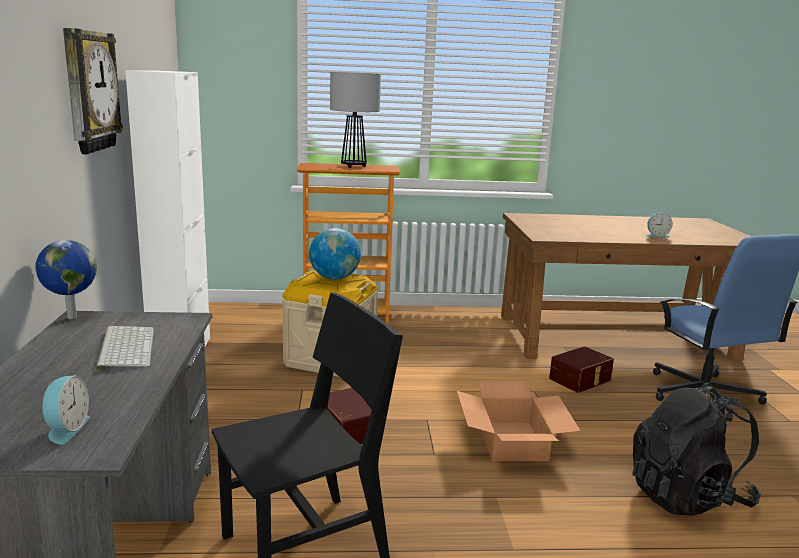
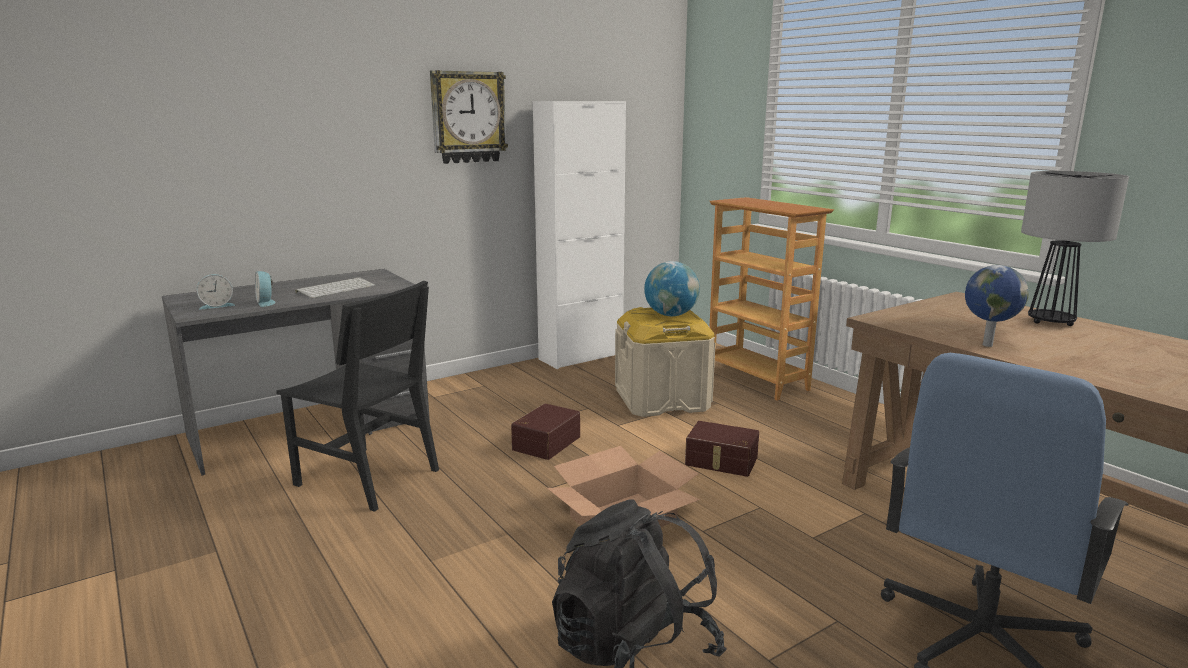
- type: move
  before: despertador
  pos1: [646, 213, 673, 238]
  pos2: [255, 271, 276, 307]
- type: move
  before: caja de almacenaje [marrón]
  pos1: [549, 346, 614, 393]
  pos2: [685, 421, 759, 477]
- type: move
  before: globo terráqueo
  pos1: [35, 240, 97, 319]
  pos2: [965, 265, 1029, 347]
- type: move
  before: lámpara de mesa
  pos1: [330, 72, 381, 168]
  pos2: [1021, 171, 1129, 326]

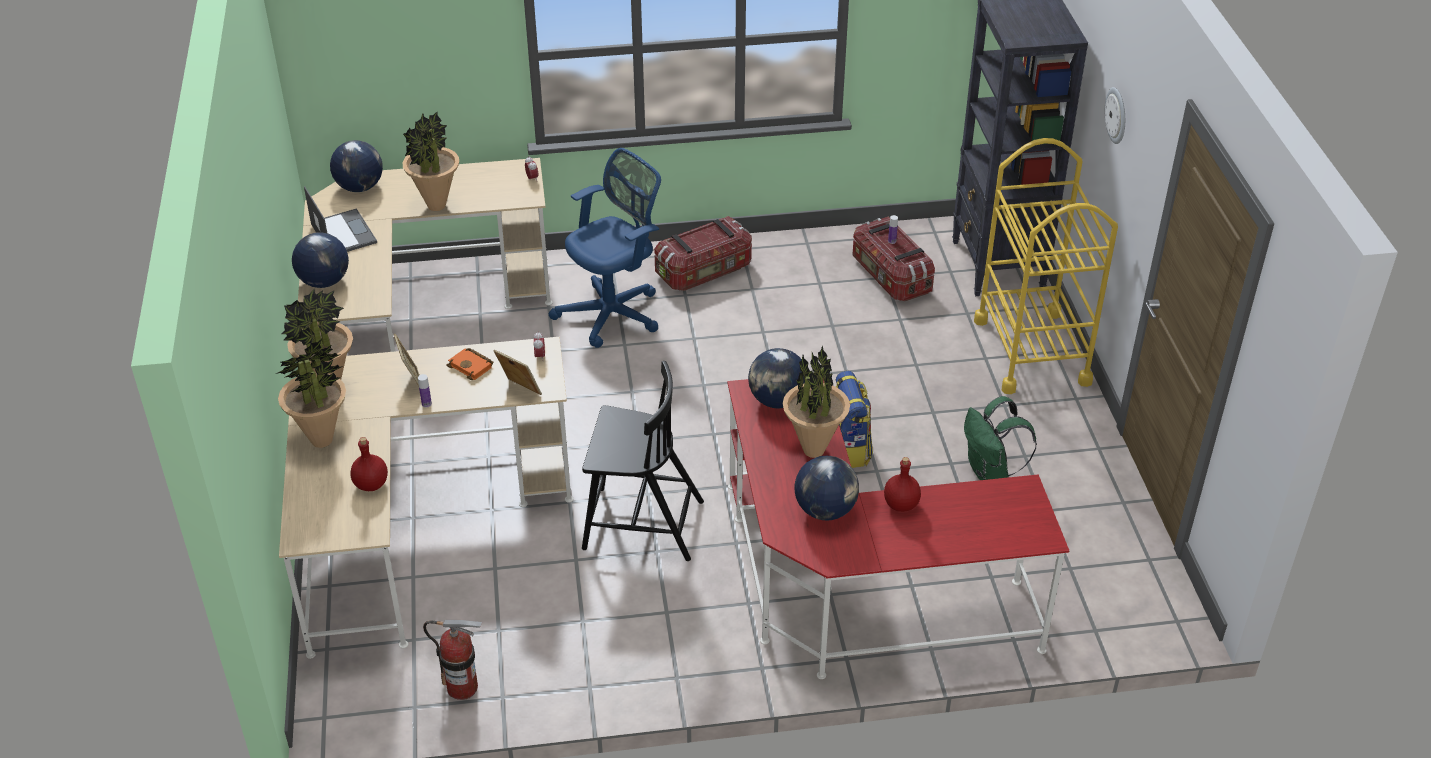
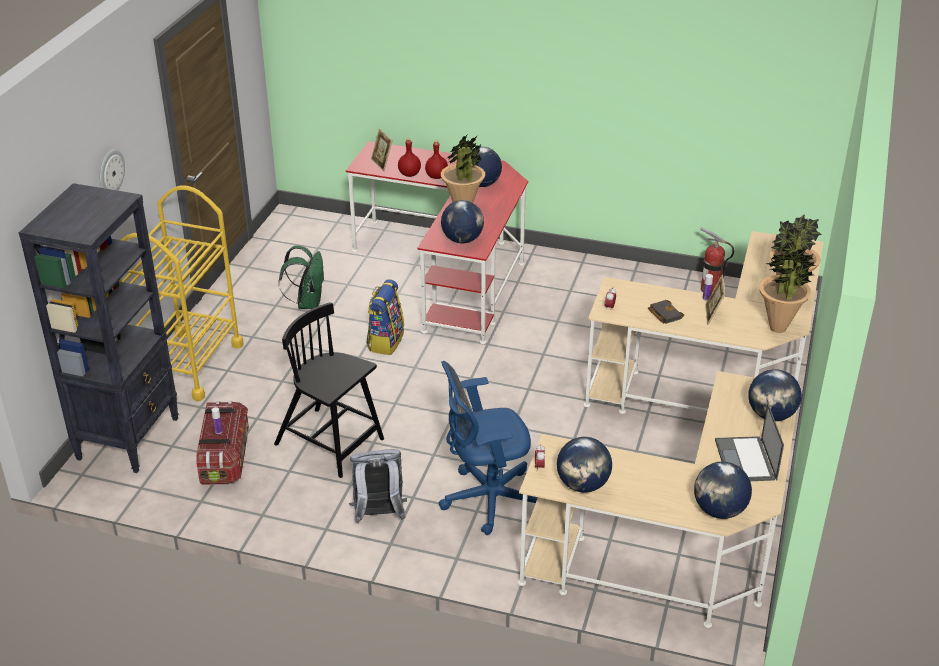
- type: move
  before: silla [negro]
  pos1: [582, 361, 704, 561]
  pos2: [274, 302, 384, 478]
- type: replace
  before: caja de almacenaje
  after: mochila [gris]
  pos1: [654, 216, 752, 291]
  pos2: [349, 449, 407, 523]
- type: move
  before: portarretratos
  pos1: [494, 350, 542, 395]
  pos2: [371, 129, 393, 171]
- type: move
  before: botella [rojo]
  pos1: [350, 437, 388, 491]
  pos2: [398, 138, 421, 177]
- type: insert
  after: globo terráqueo
  pos2: [557, 437, 612, 492]
- type: recolor
  before: libro [naranja]
  after: libro [negro]
  pos1: [446, 348, 493, 380]
  pos2: [648, 300, 684, 324]
- type: delete
  before: planta en maceta
  pos1: [402, 111, 459, 211]

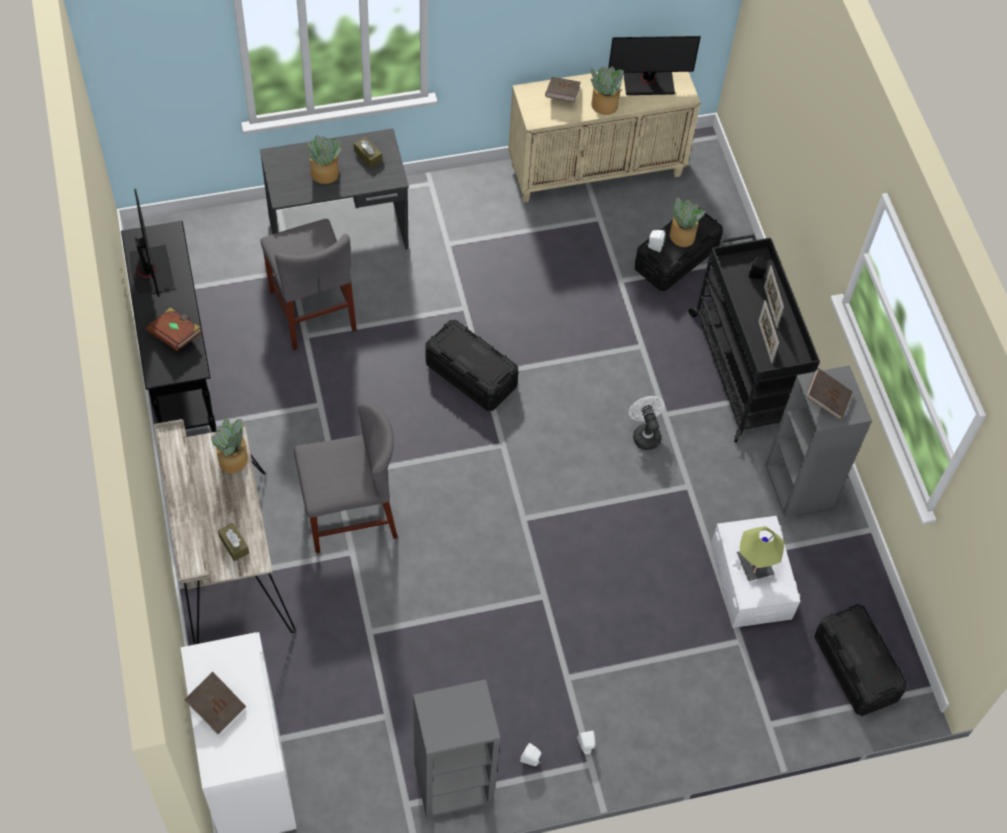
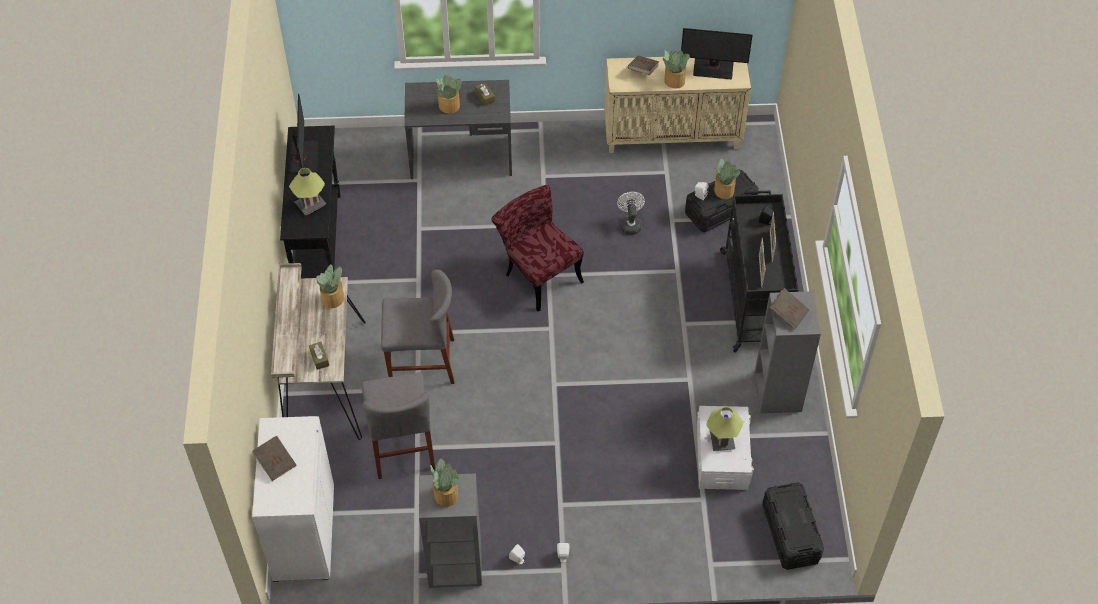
- type: replace
  before: libro [marrón]
  after: lámpara de mesa
  pos1: [146, 307, 202, 351]
  pos2: [289, 168, 326, 215]
- type: move
  before: silla [gris]
  pos1: [260, 219, 357, 350]
  pos2: [362, 372, 435, 479]
- type: insert
  after: planta en maceta
  pos2: [430, 458, 460, 507]
- type: replace
  before: caja de almacenaje [negro]
  after: silla [rojo]
  pos1: [425, 320, 519, 411]
  pos2: [491, 185, 584, 312]
- type: move
  before: ventilador [blanco]
  pos1: [629, 396, 665, 450]
  pos2: [617, 192, 645, 235]

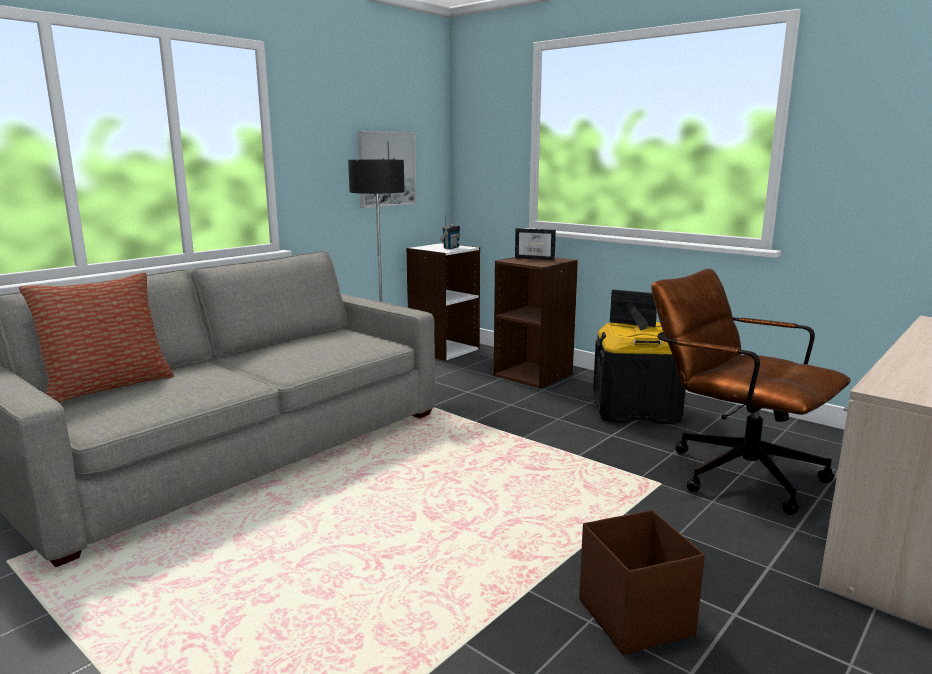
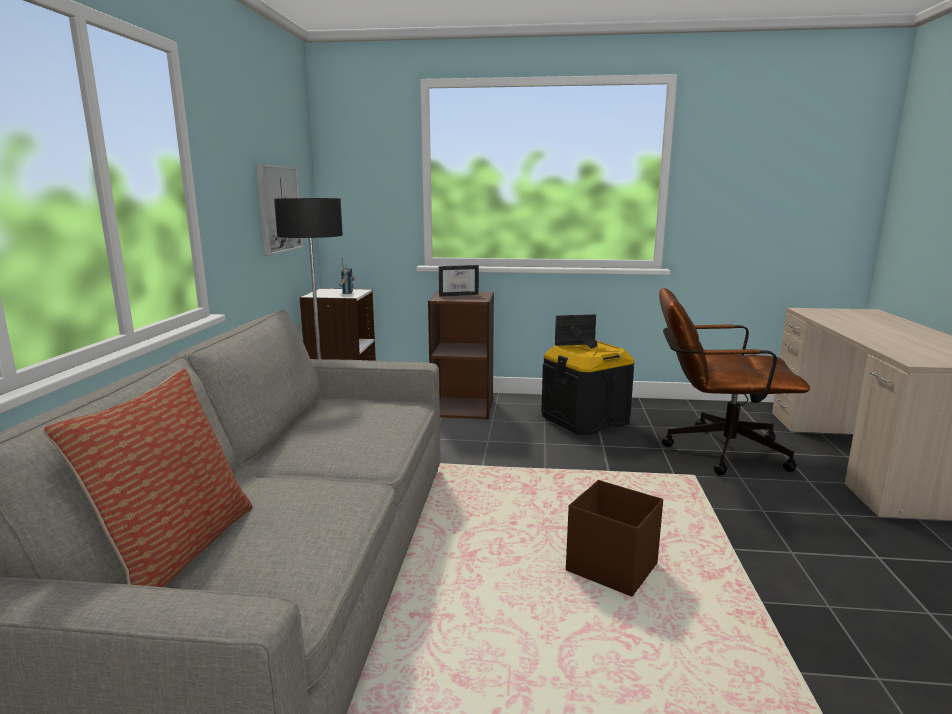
- type: move
  before: caja de almacenaje [marrón]
  pos1: [579, 510, 705, 655]
  pos2: [566, 480, 663, 597]

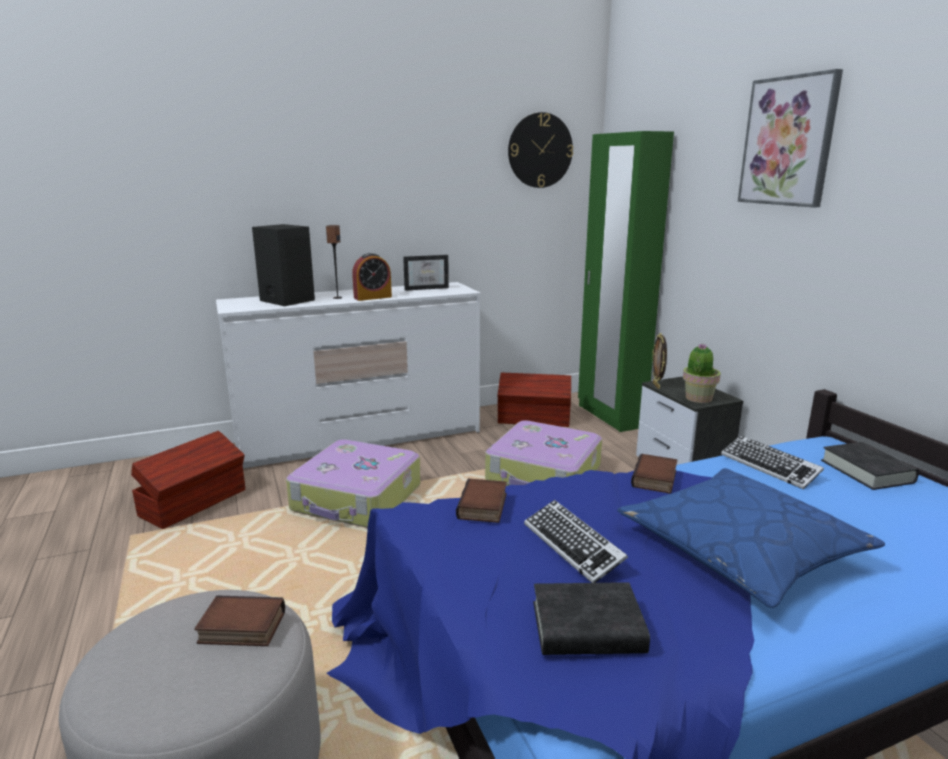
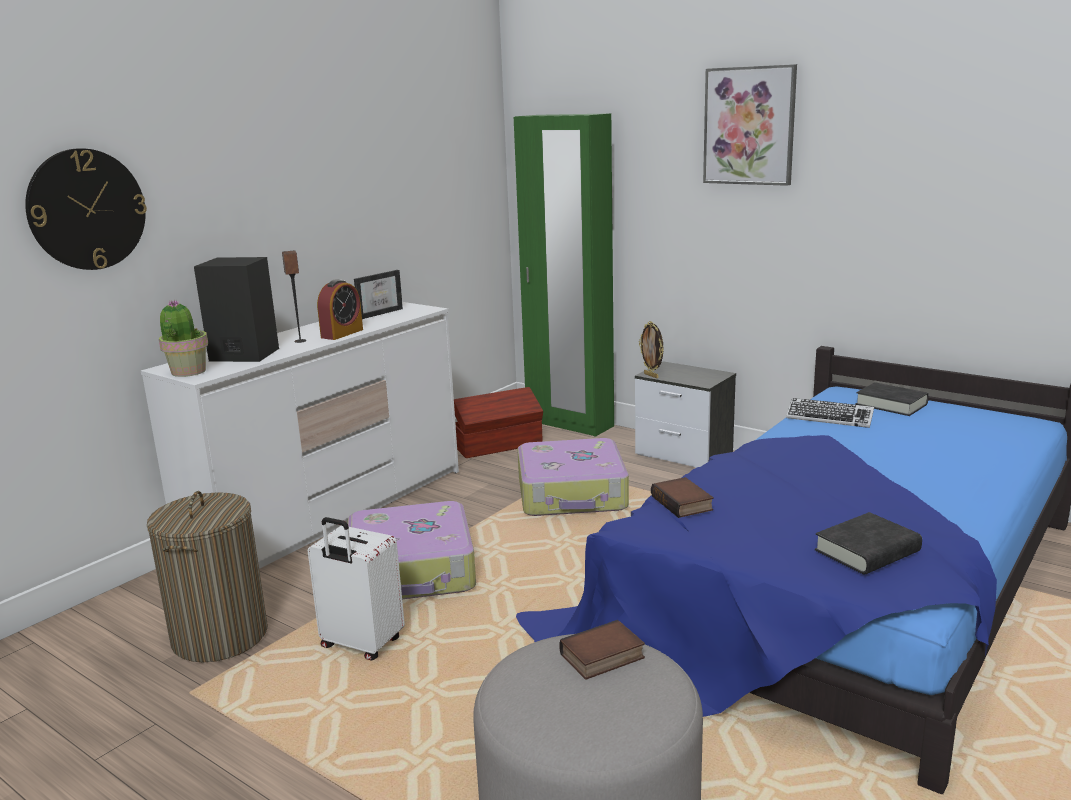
- type: move
  before: reloj de pared
  pos1: [508, 112, 573, 188]
  pos2: [25, 148, 147, 270]
- type: replace
  before: caja de almacenaje [marrón]
  after: cesto de la ropa
  pos1: [131, 431, 245, 529]
  pos2: [147, 491, 268, 662]
- type: move
  before: planta en maceta
  pos1: [683, 343, 721, 403]
  pos2: [159, 299, 208, 377]
- type: insert
  after: maleta [blanco]
  pos2: [308, 517, 405, 661]
- type: delete
  before: teclado
  pos1: [524, 500, 628, 583]
- type: delete
  before: cojín [azul]
  pos1: [617, 468, 885, 608]
- type: delete
  before: libro
  pos1: [631, 454, 677, 494]

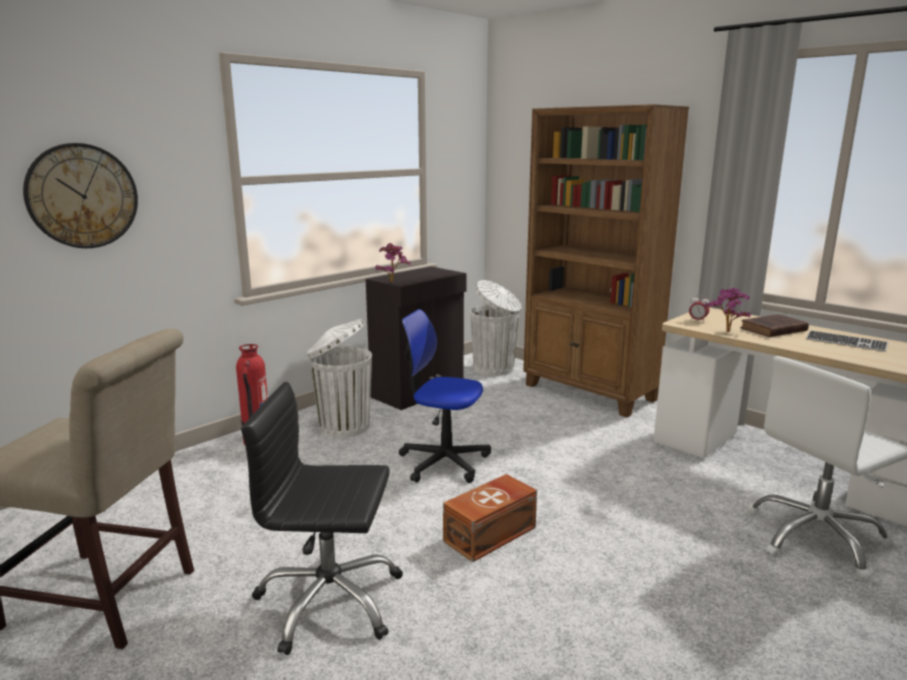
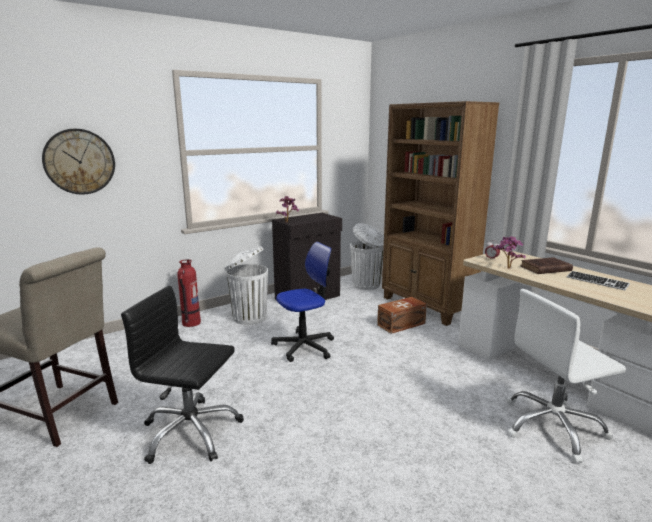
- type: rotate
  before: silla de oficina
  pos1: [399, 309, 491, 483]
  pos2: [271, 242, 334, 362]
  turn: 120
- type: move
  before: caja de almacenaje [marrón]
  pos1: [443, 474, 537, 562]
  pos2: [377, 297, 427, 334]

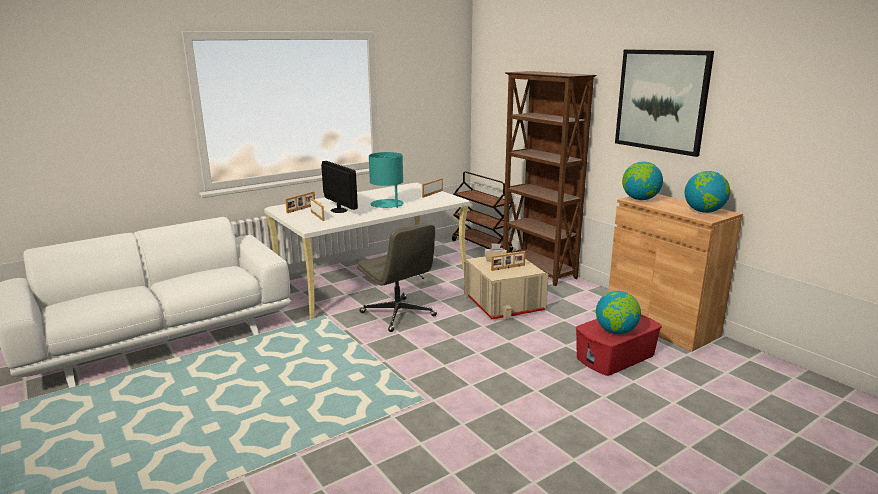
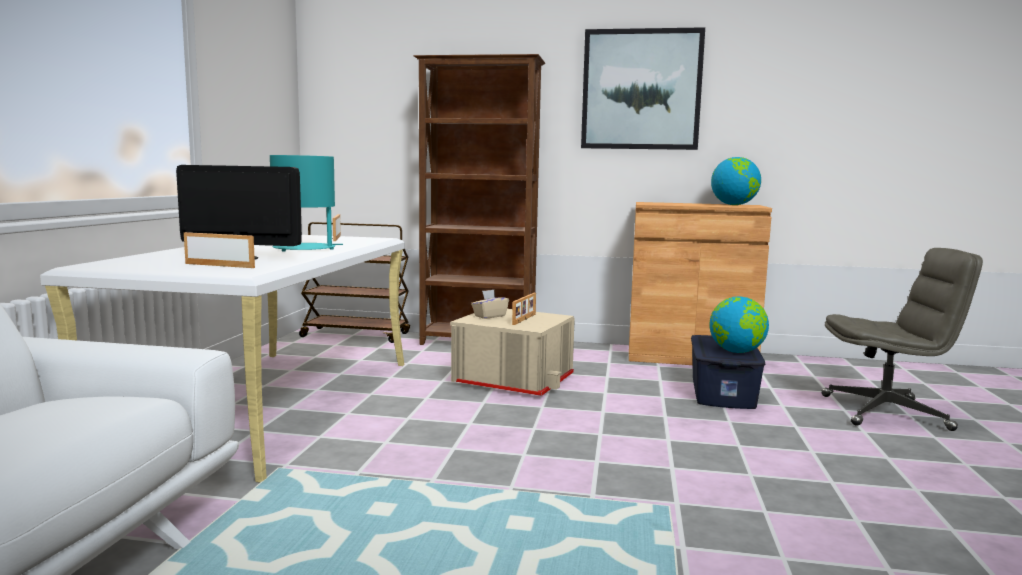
- type: recolor
  before: caja de almacenaje [rojo]
  after: caja de almacenaje [azul]
  pos1: [575, 314, 662, 376]
  pos2: [691, 335, 765, 409]
- type: move
  before: silla de oficina [gris]
  pos1: [357, 222, 437, 332]
  pos2: [822, 248, 983, 431]
- type: delete
  before: portarretratos
  pos1: [285, 191, 315, 213]
- type: delete
  before: globo terráqueo
  pos1: [622, 161, 663, 200]

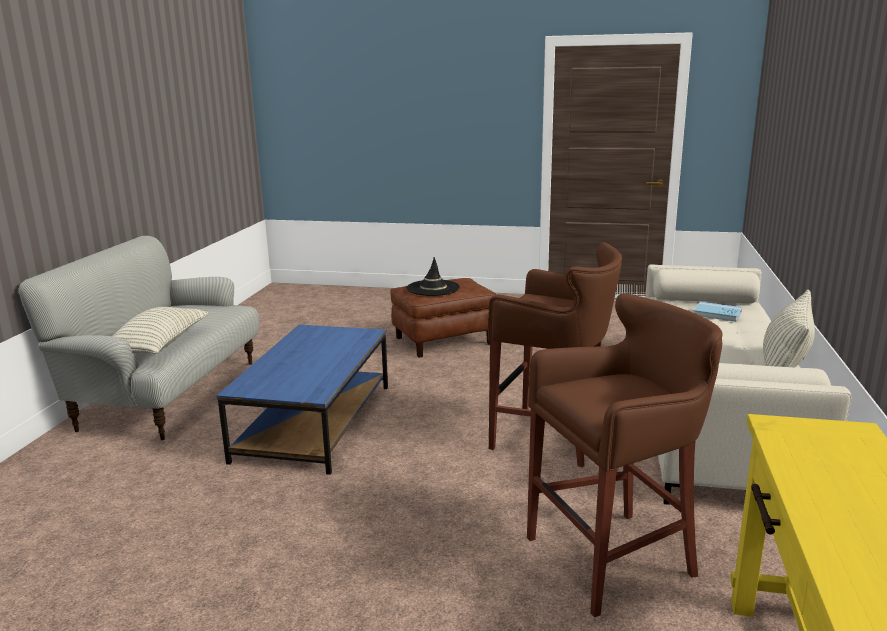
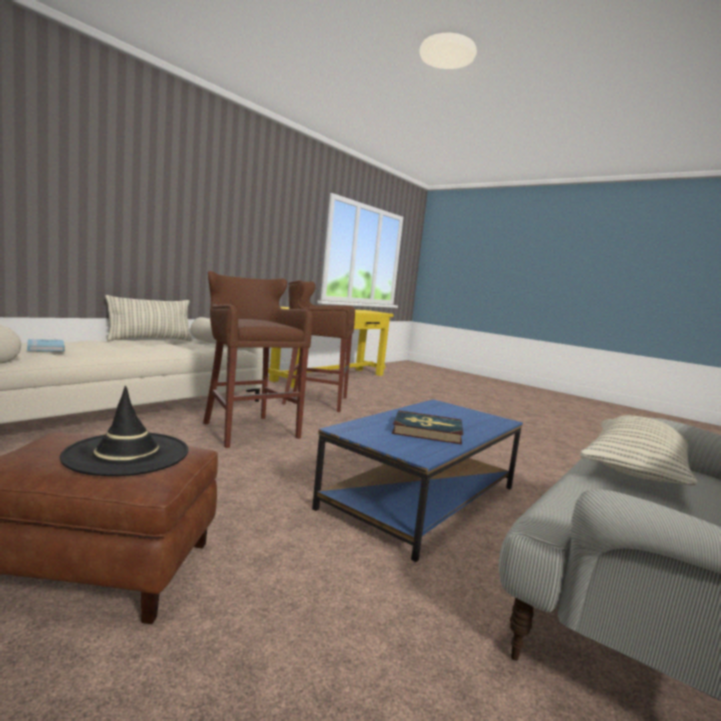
- type: insert
  after: libro
  pos2: [392, 410, 463, 445]

